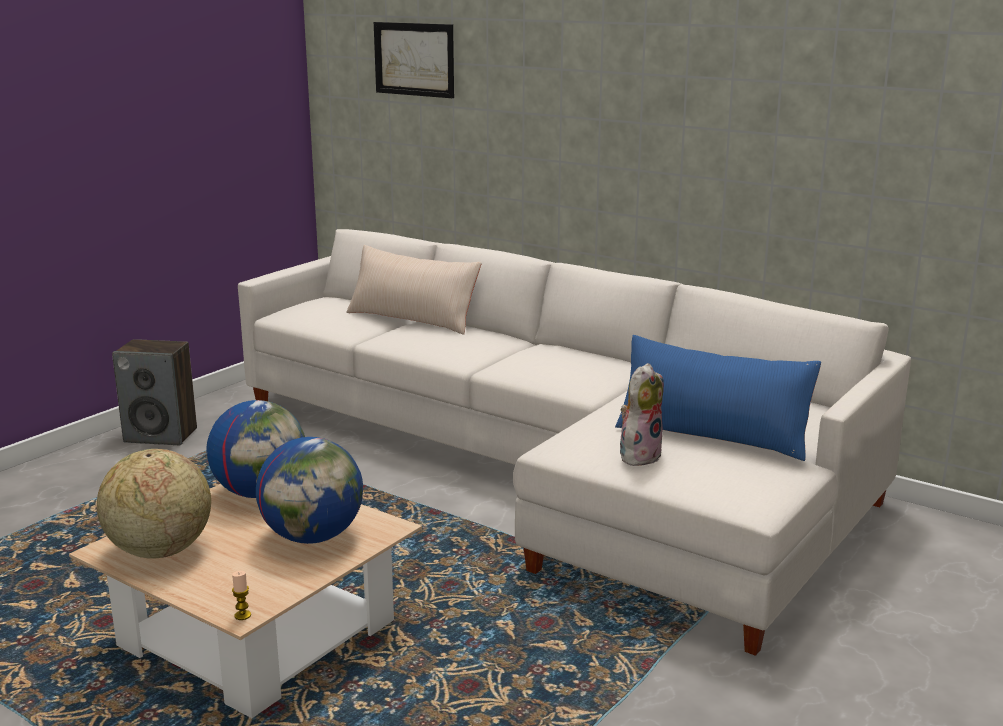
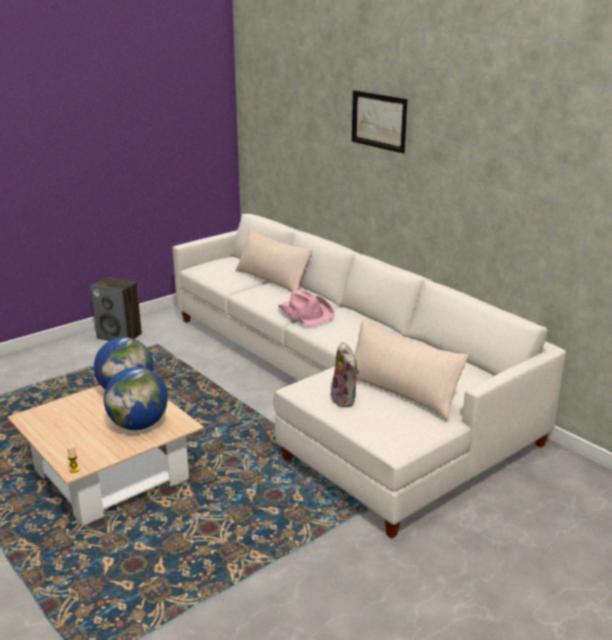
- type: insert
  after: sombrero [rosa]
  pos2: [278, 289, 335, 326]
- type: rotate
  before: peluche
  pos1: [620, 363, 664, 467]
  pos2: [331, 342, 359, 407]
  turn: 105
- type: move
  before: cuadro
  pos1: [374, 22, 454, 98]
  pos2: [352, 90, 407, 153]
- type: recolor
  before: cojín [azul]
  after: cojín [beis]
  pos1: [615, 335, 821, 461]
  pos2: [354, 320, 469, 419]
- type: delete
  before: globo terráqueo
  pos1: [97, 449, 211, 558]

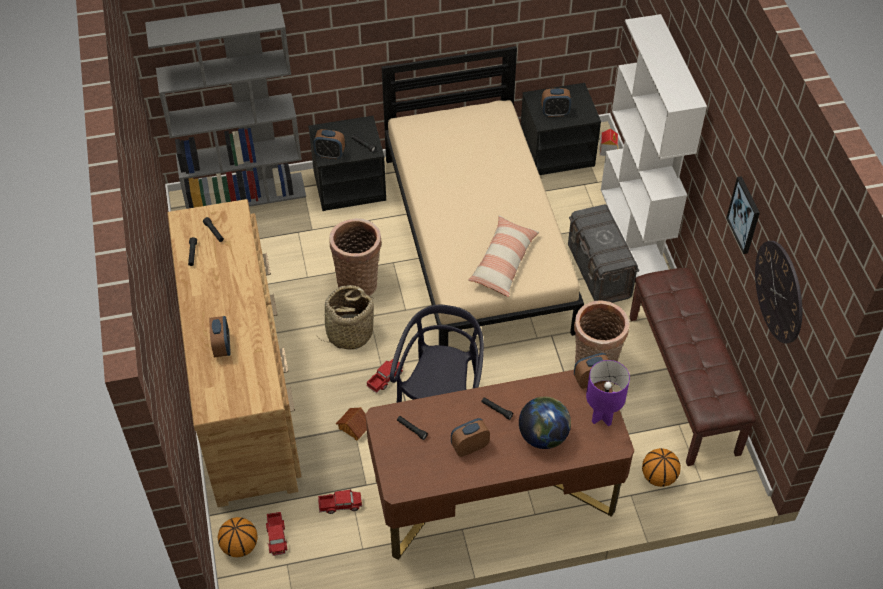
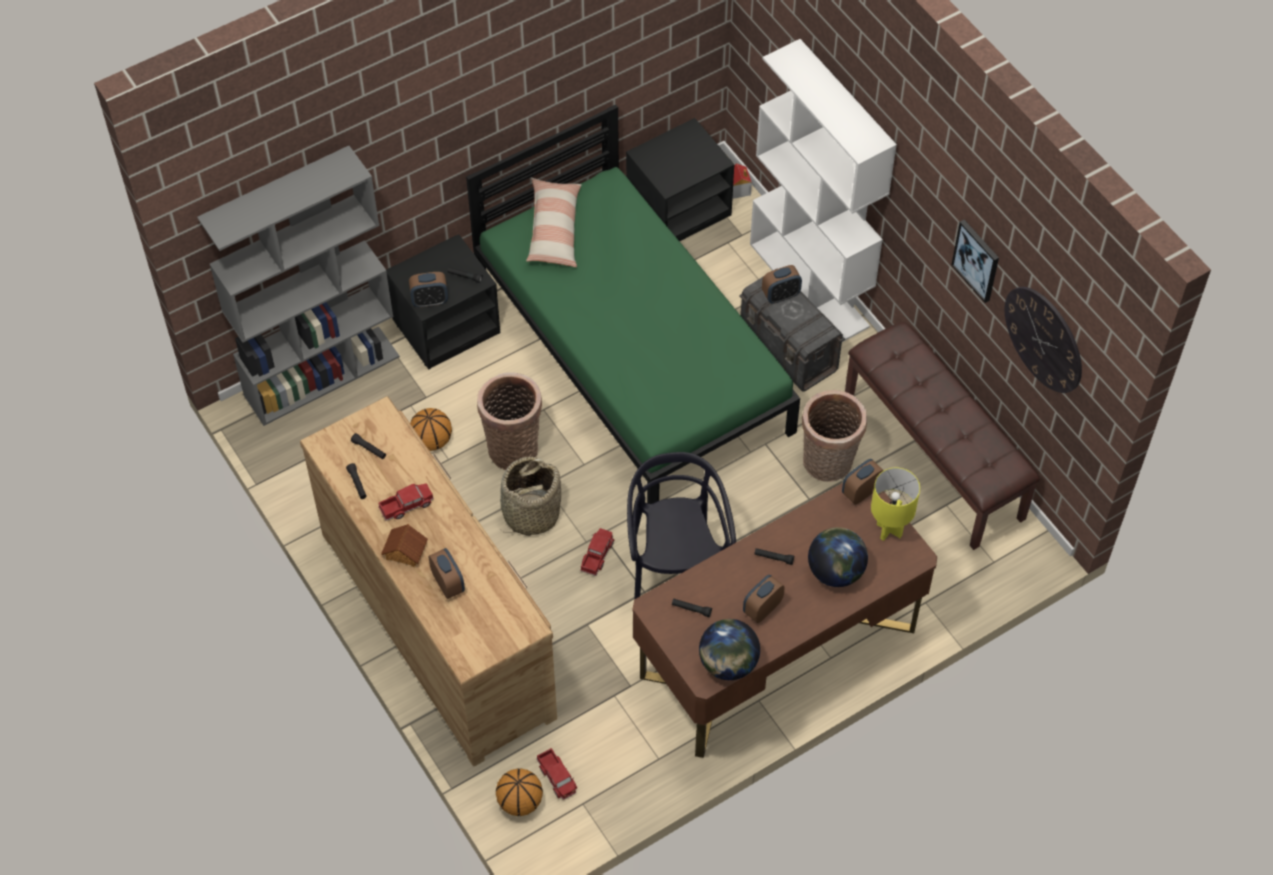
- type: move
  before: camión de juguete
  pos1: [318, 490, 362, 514]
  pos2: [378, 483, 434, 521]
- type: move
  before: casita
  pos1: [336, 407, 367, 441]
  pos2: [381, 524, 428, 567]
- type: move
  before: balón de baloncesto
  pos1: [642, 448, 681, 487]
  pos2: [410, 408, 452, 451]
- type: recolor
  before: cama [beis]
  after: cama [verde]
  pos1: [382, 46, 584, 346]
  pos2: [466, 104, 800, 504]
- type: move
  before: cojín
  pos1: [468, 215, 539, 297]
  pos2: [526, 178, 582, 267]
- type: insert
  after: globo terráqueo
  pos2: [699, 619, 760, 680]
- type: move
  before: despertador
  pos1: [542, 88, 571, 117]
  pos2: [762, 265, 802, 304]
- type: recolor
  before: lámpara de mesa [morado]
  after: lámpara de mesa [amarillo]
  pos1: [586, 360, 630, 426]
  pos2: [871, 467, 920, 541]

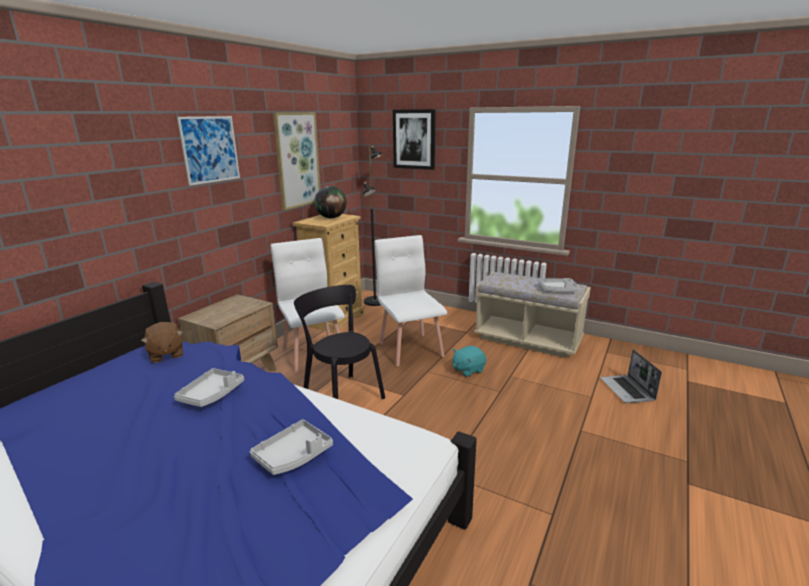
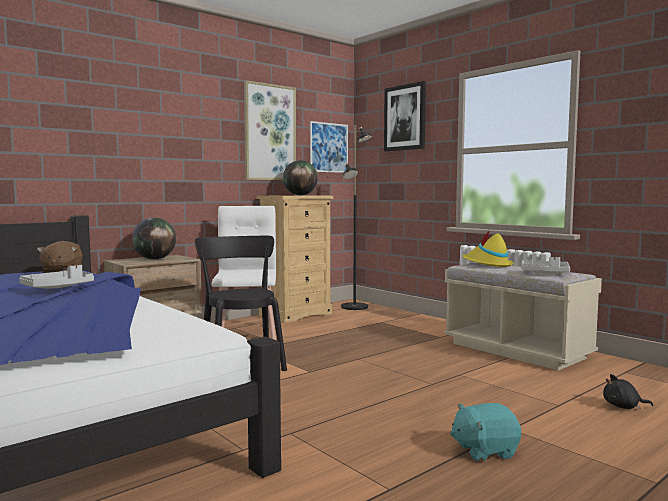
- type: insert
  after: globo terráqueo
  pos2: [132, 218, 176, 260]
- type: move
  before: cuadro
  pos1: [177, 116, 240, 186]
  pos2: [310, 121, 348, 173]
- type: move
  before: peluche [turquesa]
  pos1: [453, 346, 486, 377]
  pos2: [450, 403, 521, 461]
- type: insert
  after: sombrero [amarillo]
  pos2: [463, 230, 514, 267]
- type: replace
  before: portátil
  after: peluche [negro]
  pos1: [600, 349, 662, 403]
  pos2: [603, 374, 653, 409]
- type: delete
  before: bandeja [gris]
  pos1: [250, 419, 333, 475]
- type: delete
  before: silla [blanco]
  pos1: [375, 235, 447, 366]

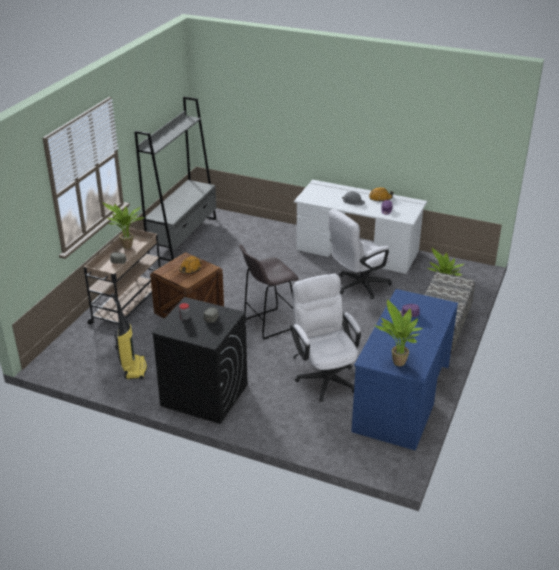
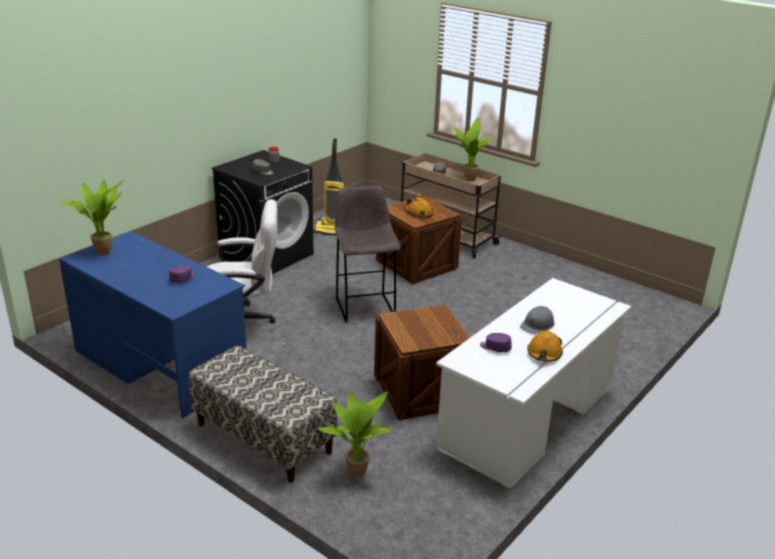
- type: replace
  before: silla de oficina [blanco]
  after: caja de embalaje
  pos1: [328, 209, 392, 299]
  pos2: [374, 304, 470, 420]
- type: delete
  before: estantería [gris]
  pos1: [134, 96, 216, 261]

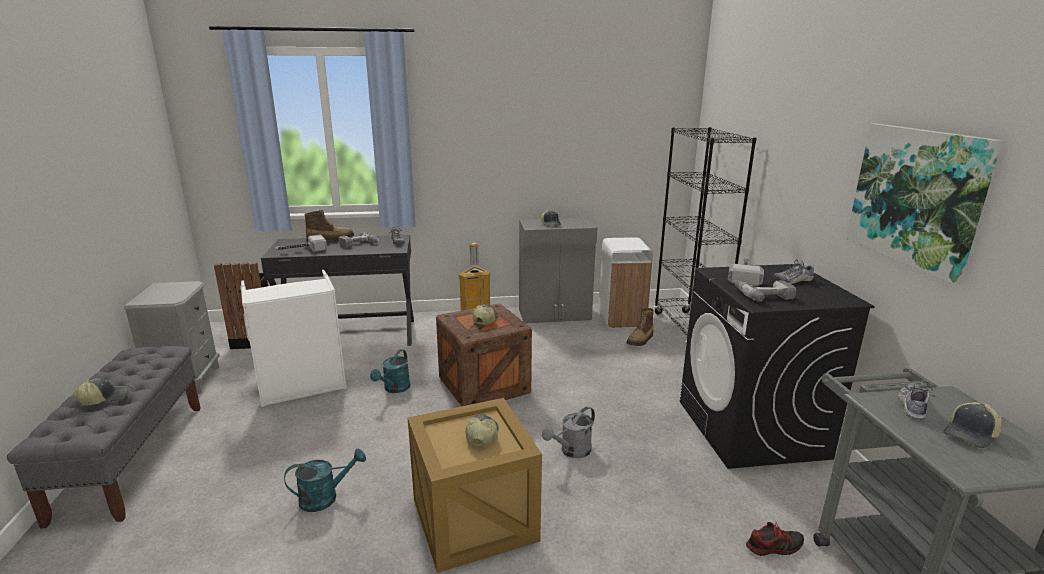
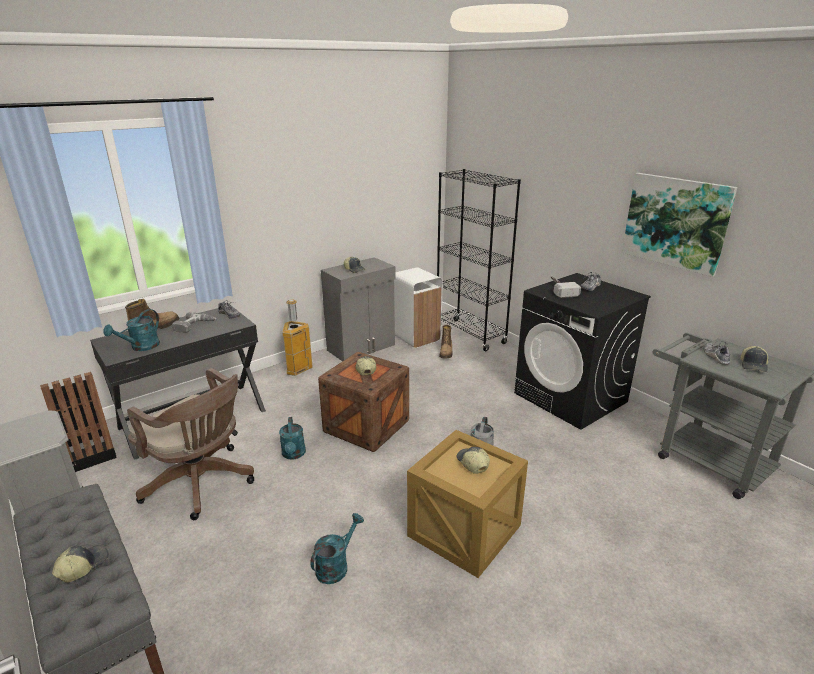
- type: replace
  before: martillo
  after: regadera [turquesa]
  pos1: [275, 234, 327, 252]
  pos2: [103, 309, 160, 351]
- type: replace
  before: cesto de la ropa [blanco]
  after: silla de oficina [marrón]
  pos1: [240, 270, 347, 407]
  pos2: [127, 368, 254, 520]
- type: delete
  before: taladro
  pos1: [734, 280, 796, 302]
- type: delete
  before: zapato
  pos1: [746, 522, 804, 556]

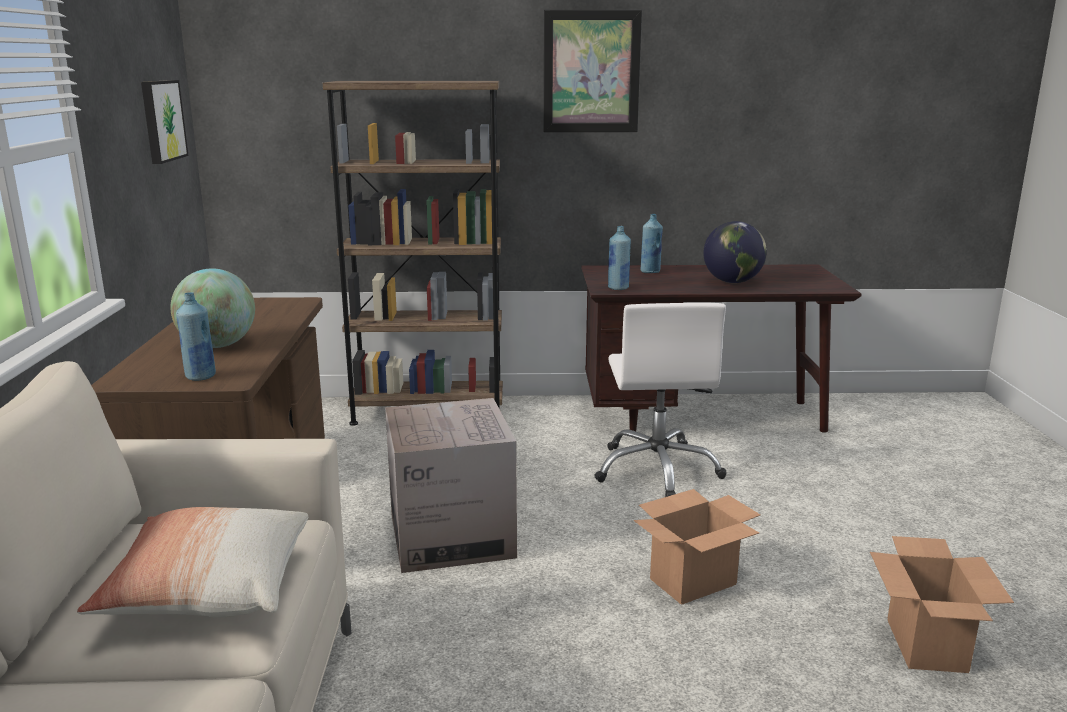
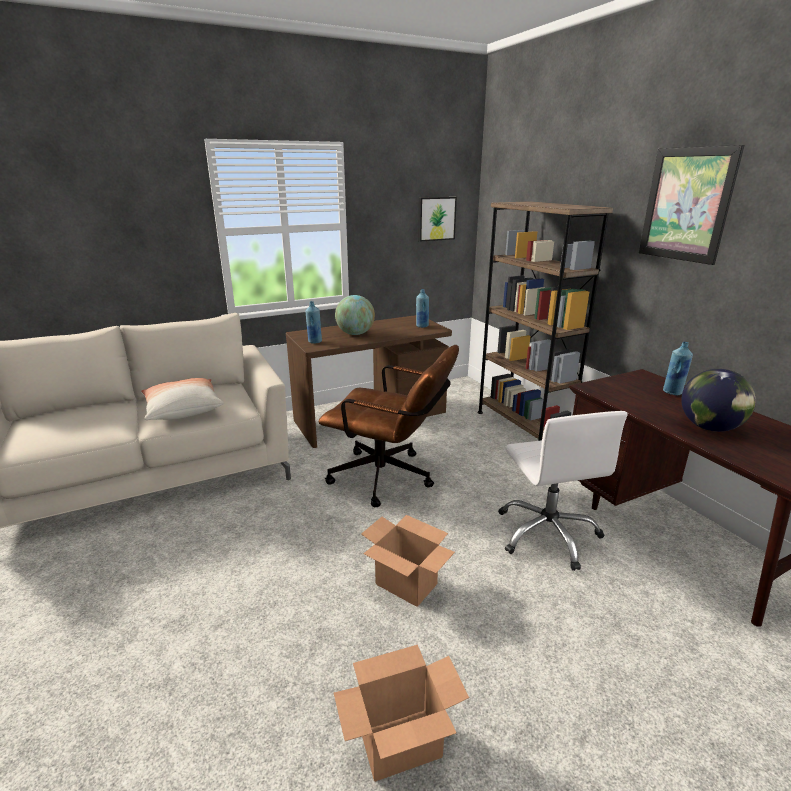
- type: replace
  before: caja de cartón
  after: silla de oficina [marrón]
  pos1: [385, 398, 517, 573]
  pos2: [318, 345, 459, 507]
- type: move
  before: botella [azul]
  pos1: [608, 226, 631, 290]
  pos2: [416, 289, 429, 328]
- type: rotate
  before: silla de oficina [blanco]
  pos1: [594, 303, 727, 497]
  pos2: [498, 411, 628, 571]
  turn: -75

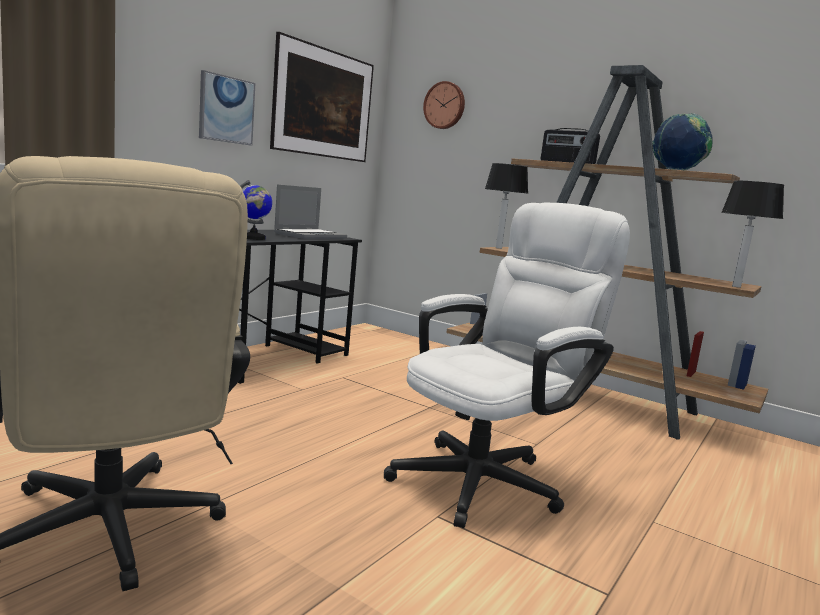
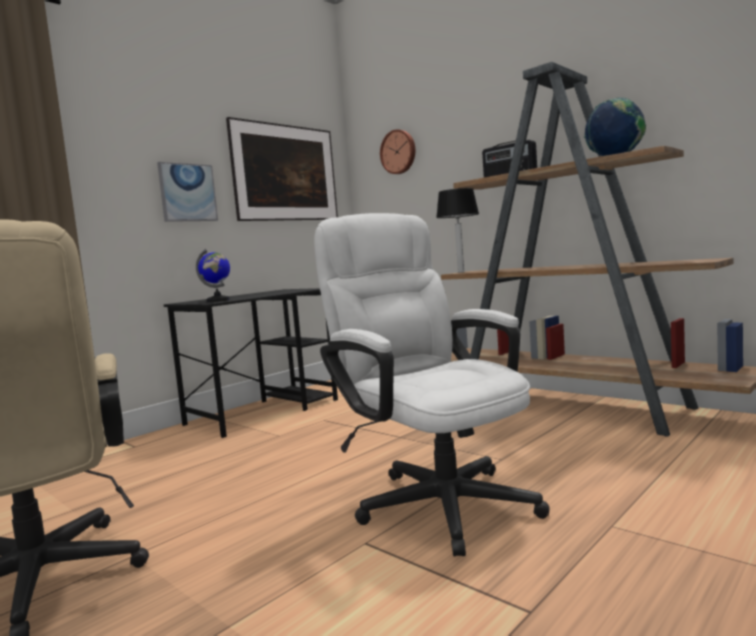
- type: rotate
  before: silla de oficina [blanco]
  pos1: [384, 202, 630, 528]
  pos2: [314, 213, 550, 556]
  turn: -90
- type: delete
  before: portátil
  pos1: [274, 185, 347, 239]
- type: delete
  before: lámpara de mesa
  pos1: [721, 181, 784, 288]

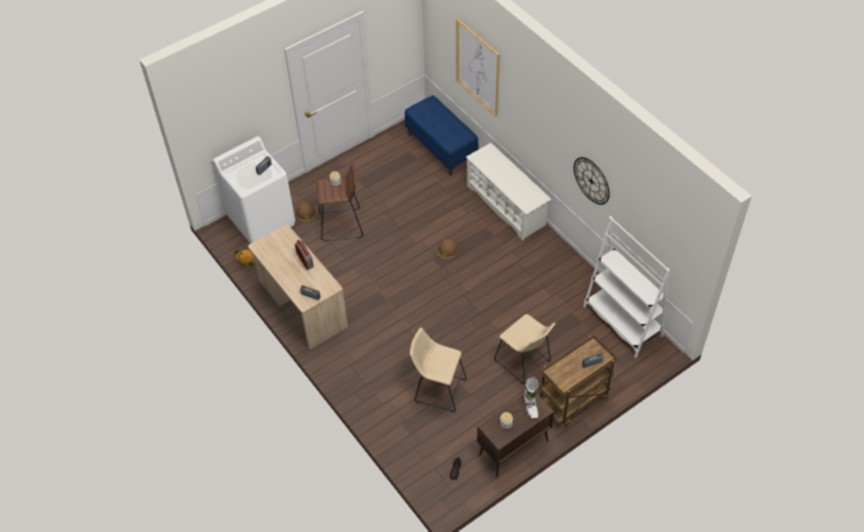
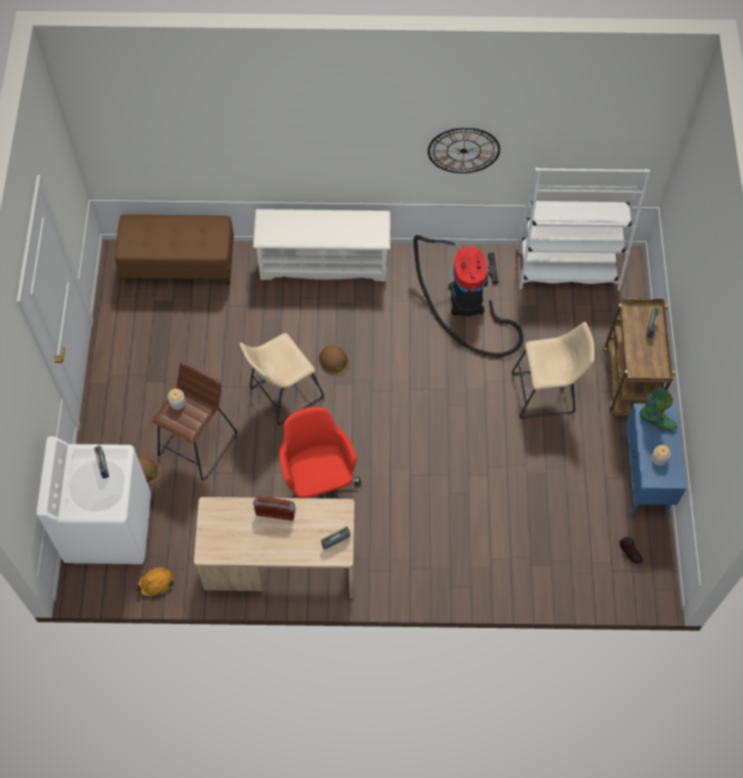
- type: recolor
  before: banco [azul]
  after: banco [marrón]
  pos1: [405, 95, 479, 175]
  pos2: [115, 214, 234, 285]
- type: move
  before: taburete [beis]
  pos1: [410, 327, 467, 412]
  pos2: [240, 333, 324, 425]
- type: insert
  after: silla de oficina [rojo]
  pos2: [279, 407, 361, 498]
- type: insert
  after: aspiradora
  pos2: [413, 235, 523, 357]
- type: recolor
  before: armario [marrón]
  after: armario [azul]
  pos1: [477, 394, 554, 477]
  pos2: [622, 404, 687, 518]
- type: recolor
  before: bota [blanco]
  after: bota [verde]
  pos1: [524, 377, 538, 420]
  pos2: [640, 388, 677, 431]
- type: delete
  before: cuadro
  pos1: [456, 19, 500, 117]

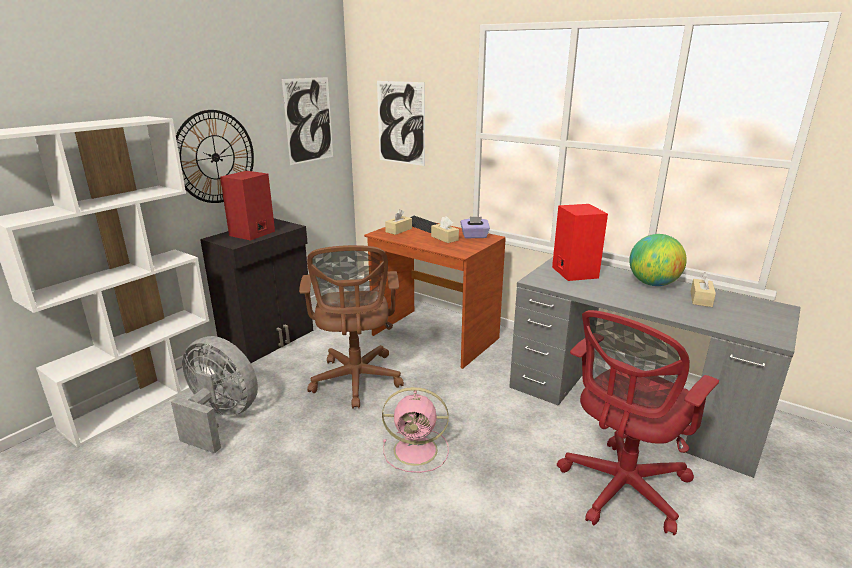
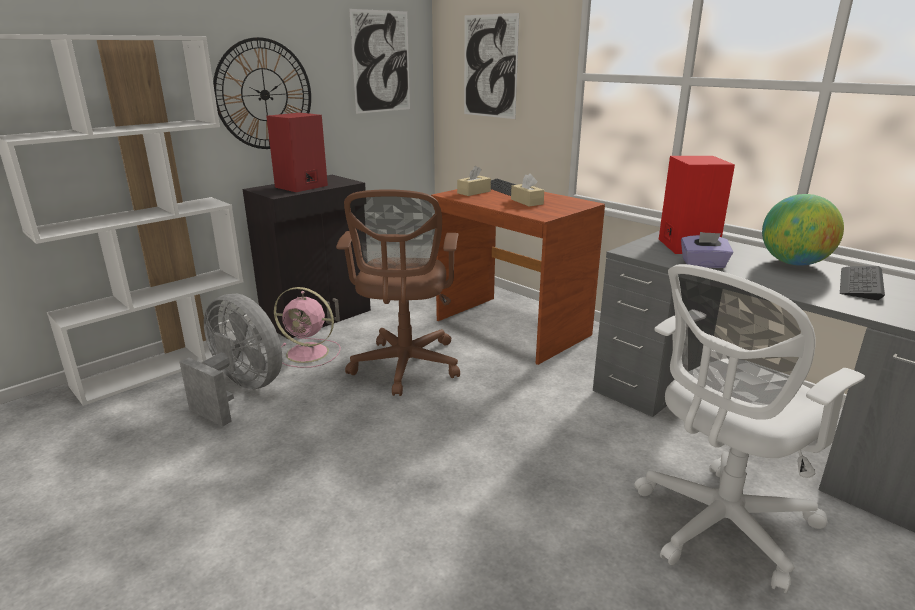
- type: move
  before: ventilador [rosa]
  pos1: [382, 387, 449, 473]
  pos2: [274, 287, 341, 368]
- type: recolor
  before: silla de oficina [rojo]
  after: silla de oficina [blanco]
  pos1: [557, 310, 719, 535]
  pos2: [634, 264, 865, 593]
- type: move
  before: caja de pañuelos [morado]
  pos1: [460, 217, 490, 239]
  pos2: [681, 232, 733, 268]
- type: replace
  before: caja de pañuelos [beis]
  after: teclado
  pos1: [691, 272, 716, 307]
  pos2: [840, 266, 885, 300]

